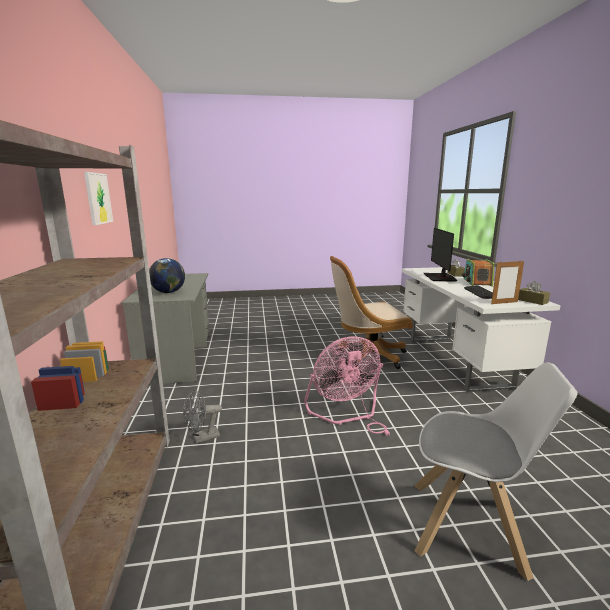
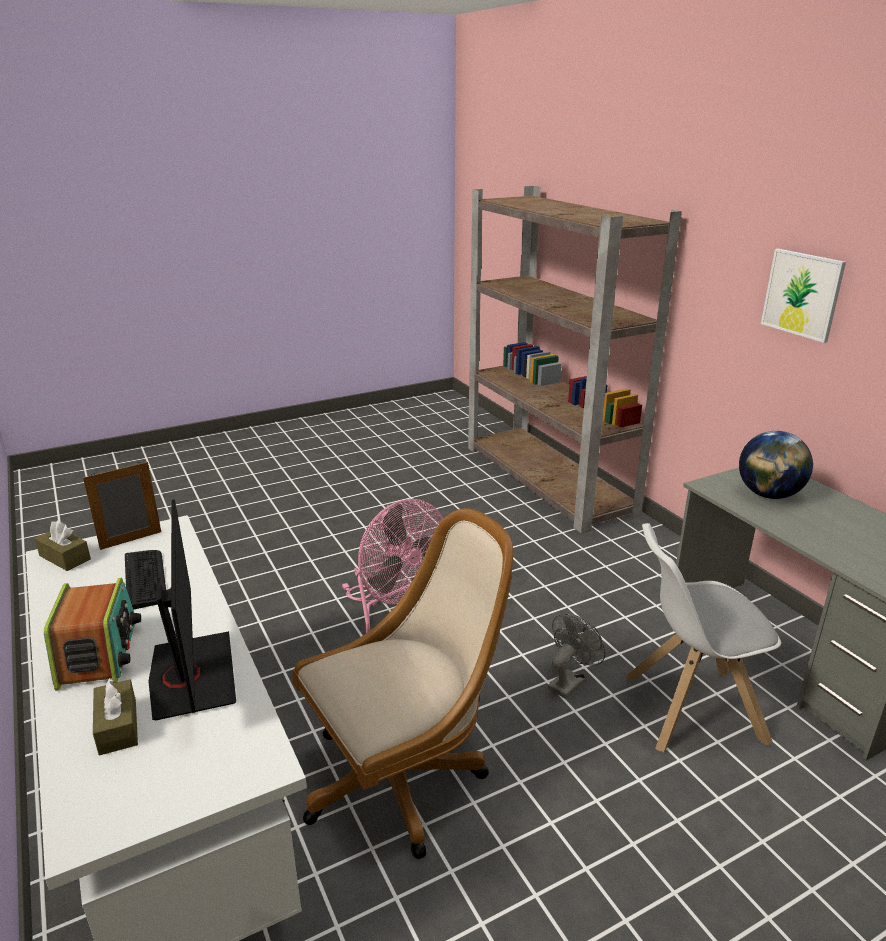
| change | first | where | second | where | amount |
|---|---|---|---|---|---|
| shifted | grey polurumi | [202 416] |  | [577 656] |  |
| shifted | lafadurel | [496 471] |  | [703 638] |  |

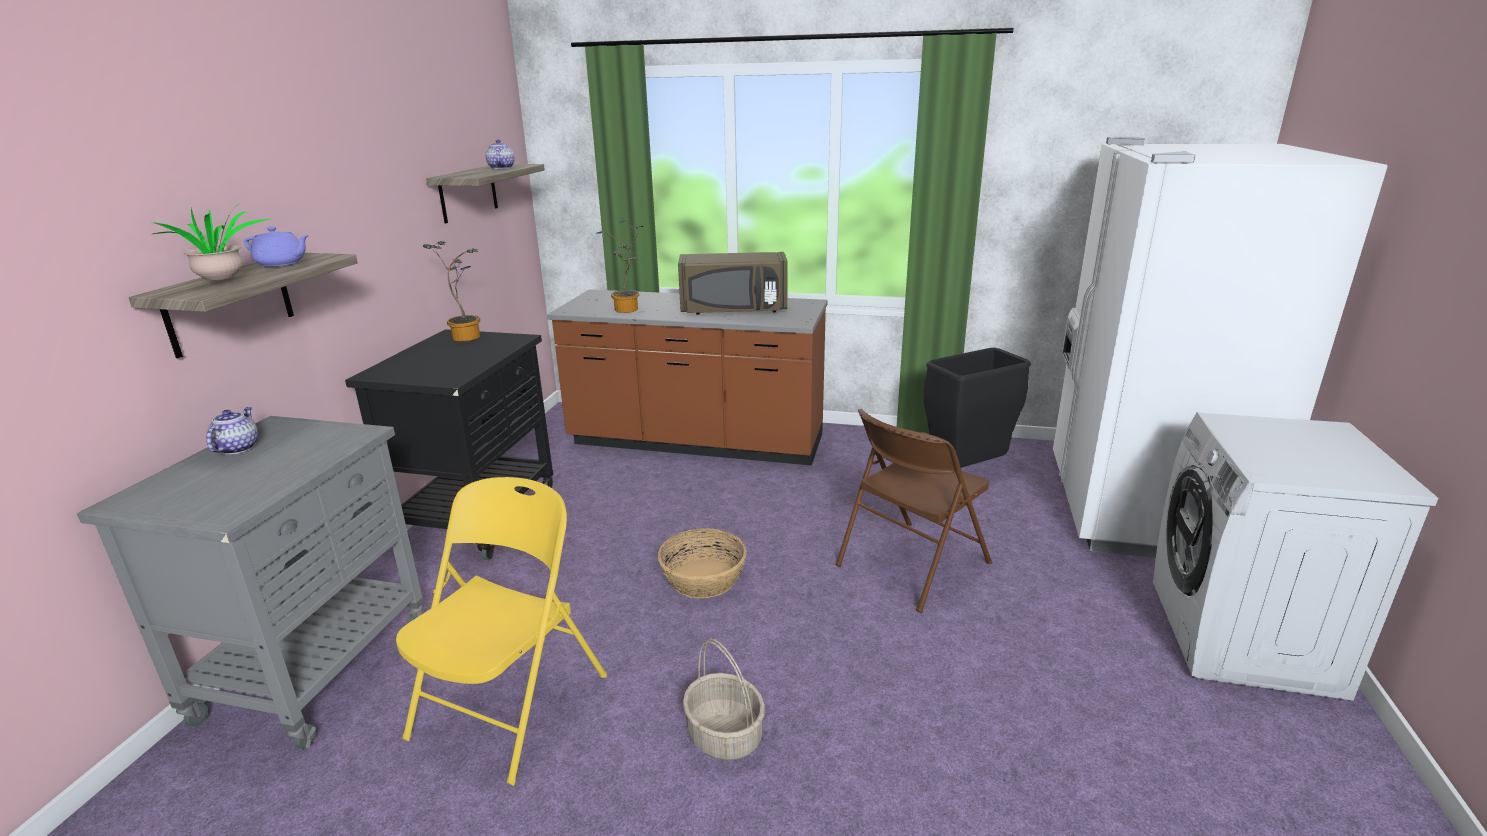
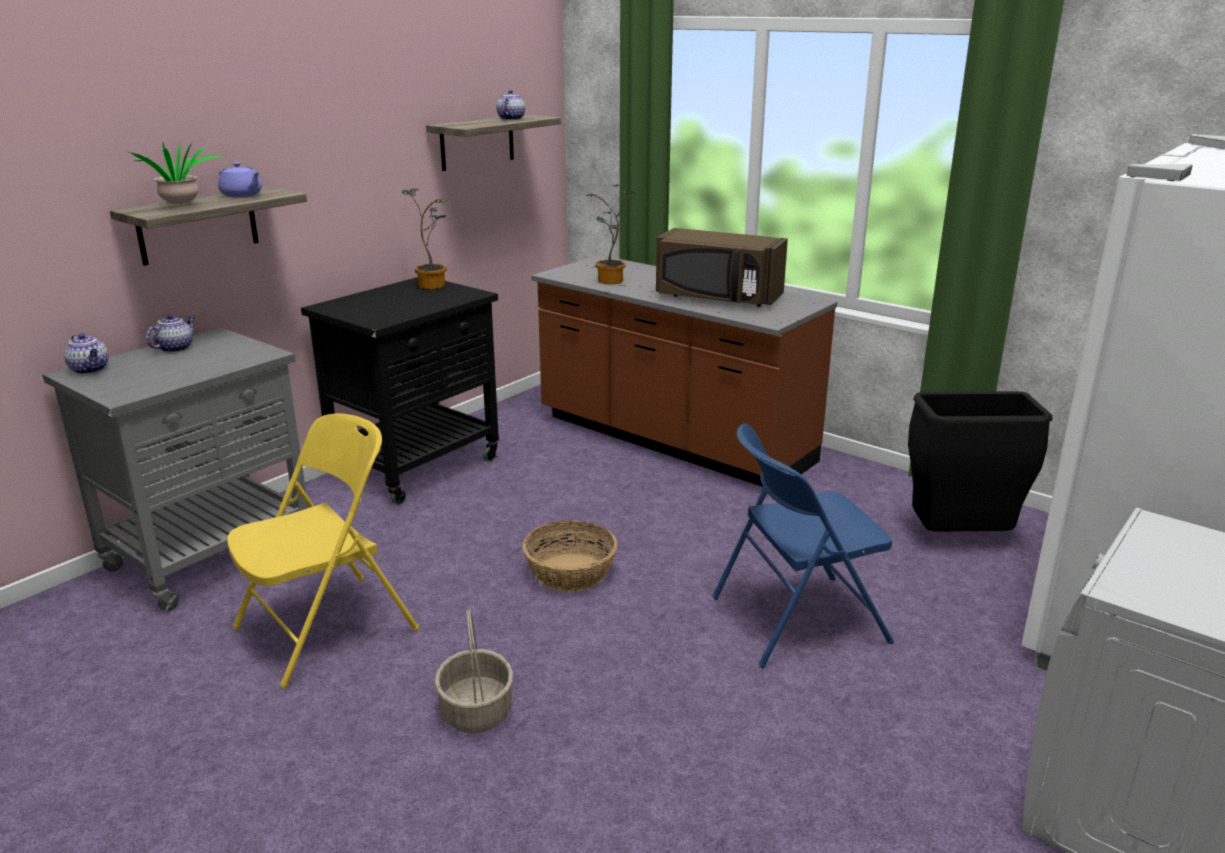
| change | first | where | second | where | amount |
|---|---|---|---|---|---|
| new |  |  | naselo | [86 353] |  |
| repainted | brown lafadurel | [913 511] | blue lafadurel | [803 546] |  |

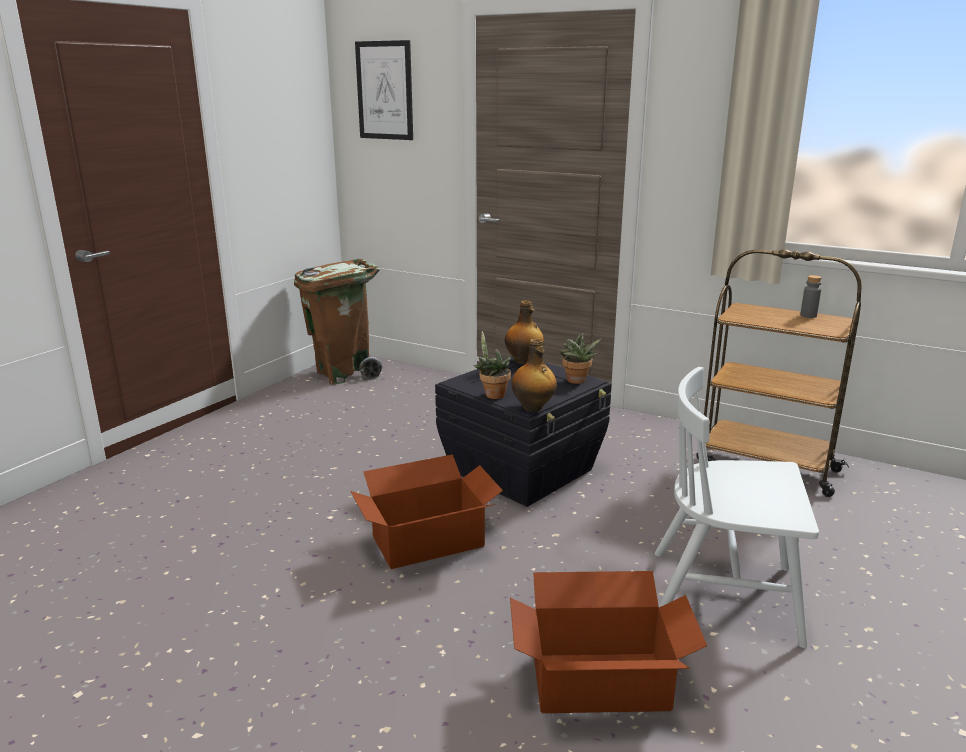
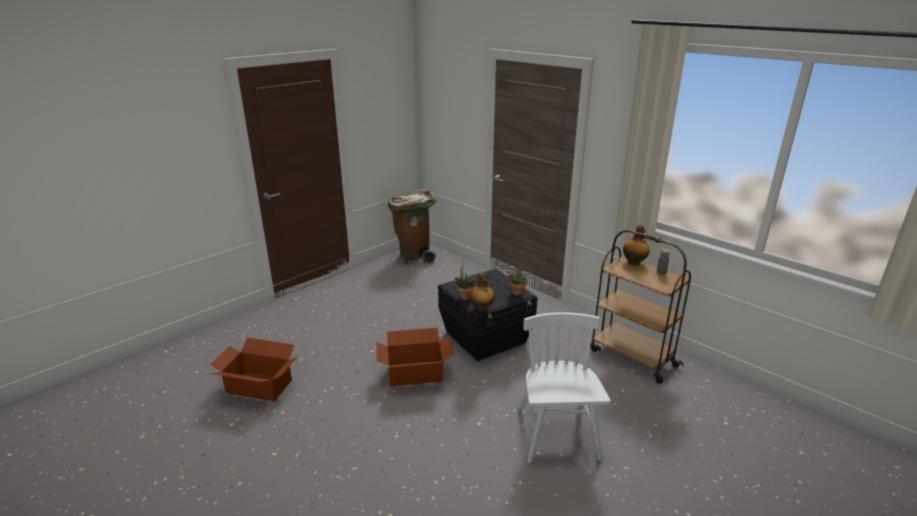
| change | first | where | second | where | amount |
|---|---|---|---|---|---|
| shifted | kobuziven | [608 642] |  | [254 369] |  |
| rotated | white lafadurel | [737 507] |  | [564 387] | 60 degrees clockwise |
| shifted | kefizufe | [524 332] |  | [636 245] |  |
| gone | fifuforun | [384 90] |  |  |  |

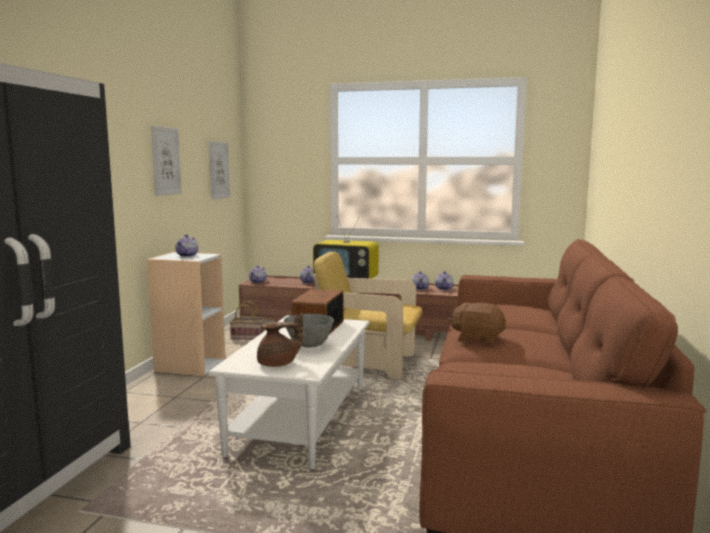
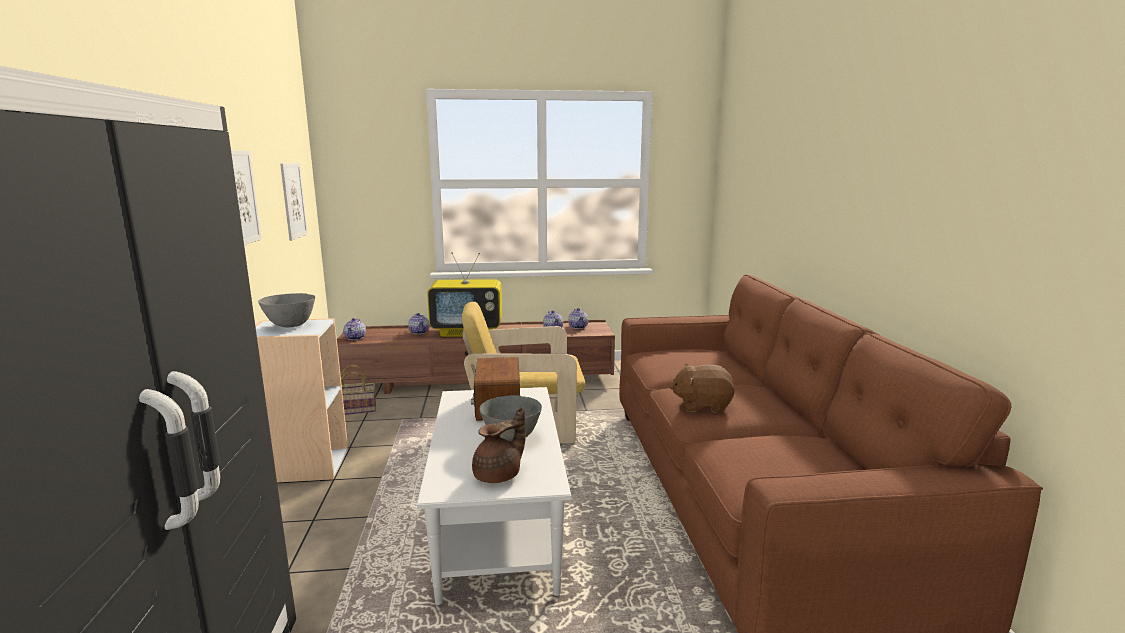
| change | first | where | second | where | amount |
|---|---|---|---|---|---|
| swapped | naselo | [186 245] | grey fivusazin | [286 310] |  |

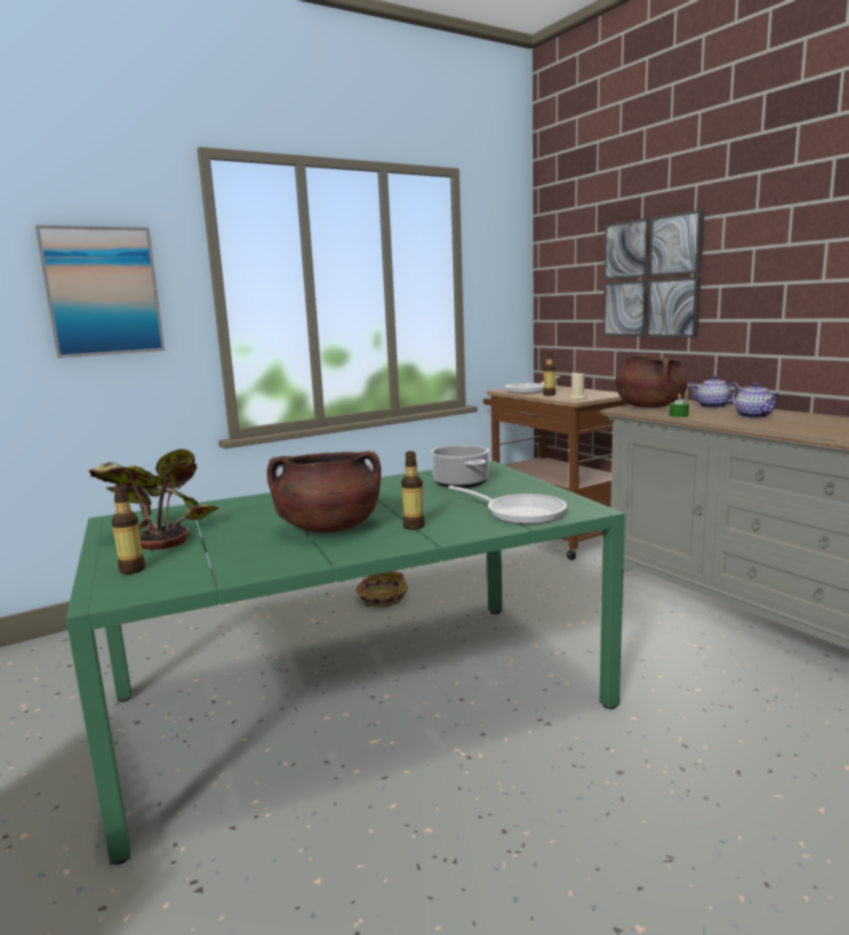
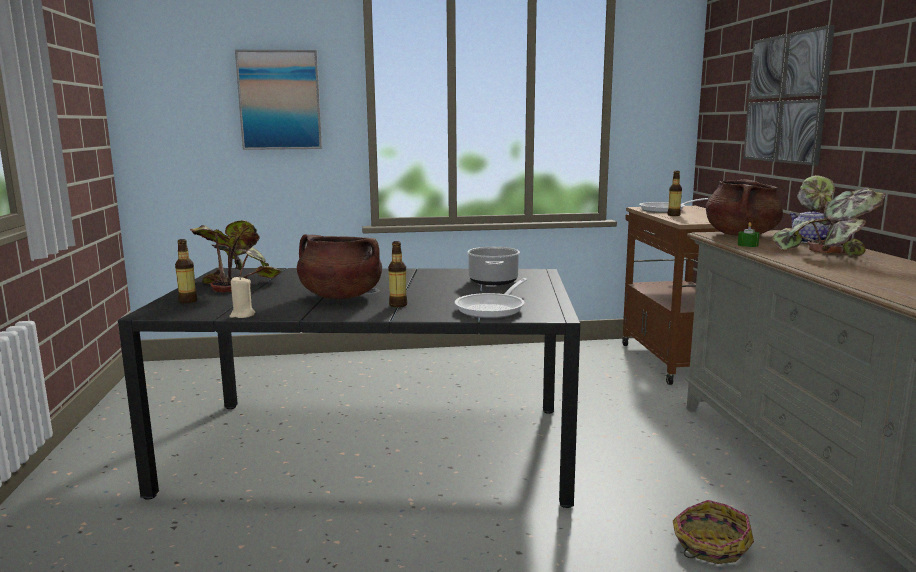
| change | first | where | second | where | amount |
|---|---|---|---|---|---|
| repainted | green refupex | [345 663] | black refupex | [349 388] |  |
| shifted | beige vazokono | [578 386] |  | [242 297] |  |
| rotated | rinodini | [507 504] |  | [491 298] | 60 degrees clockwise |
| shifted | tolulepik | [382 589] |  | [713 532] |  |
| swapped | naselo | [755 400] | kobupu | [829 215] |  |

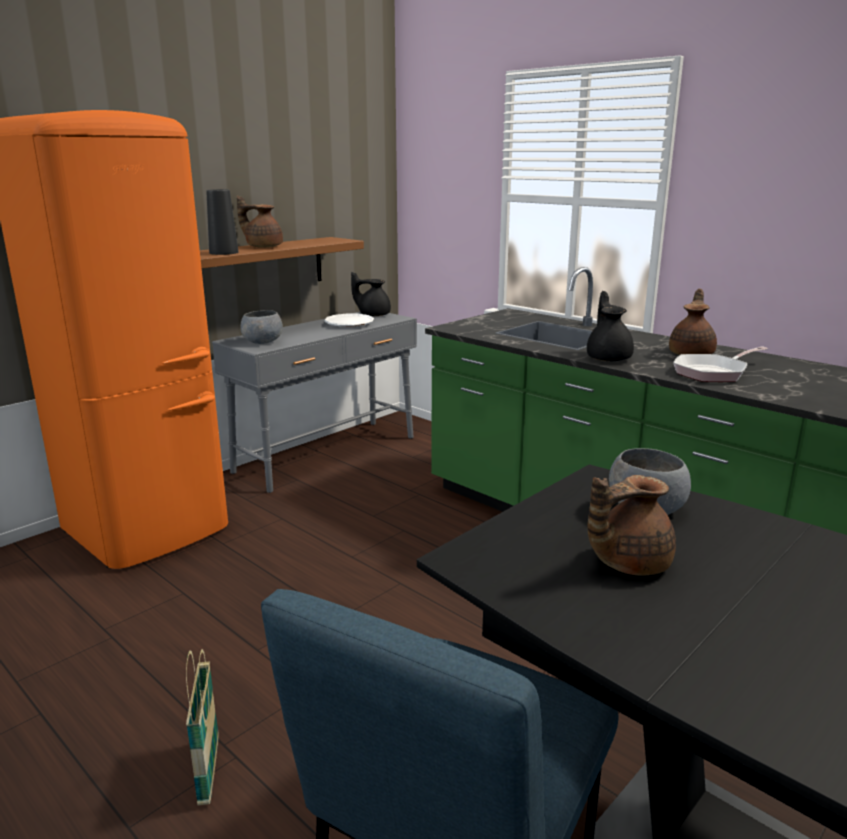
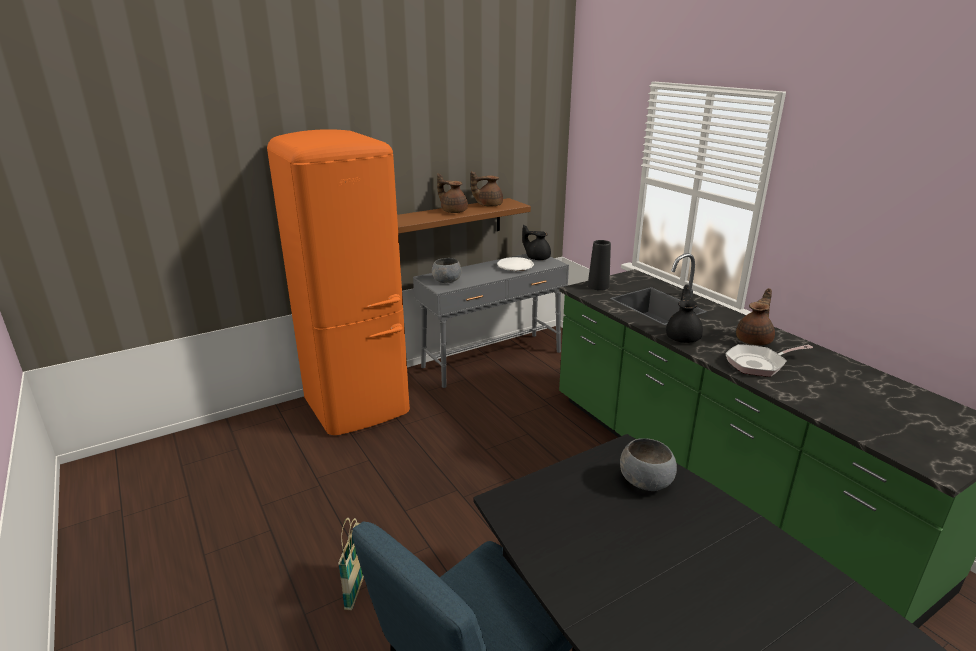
| change | first | where | second | where | amount |
|---|---|---|---|---|---|
| shifted | brown naselo | [632 525] |  | [487 189] |  |
| shifted | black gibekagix | [222 222] |  | [599 265] |  |

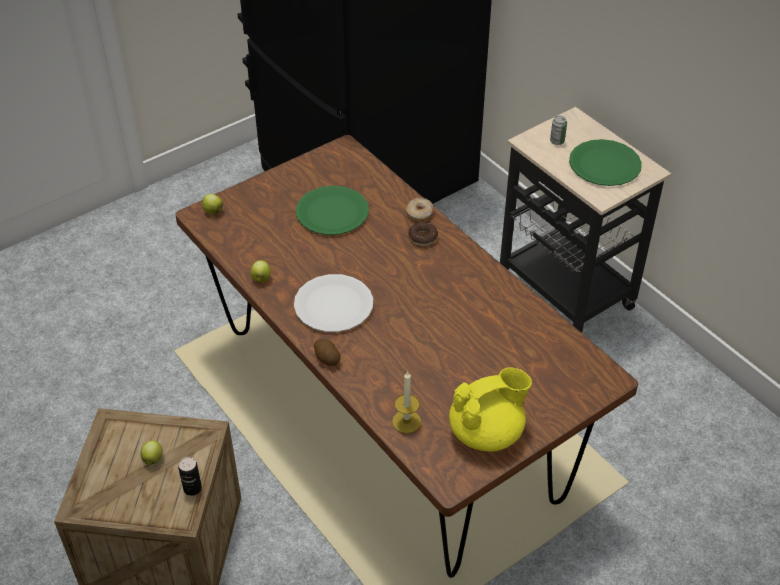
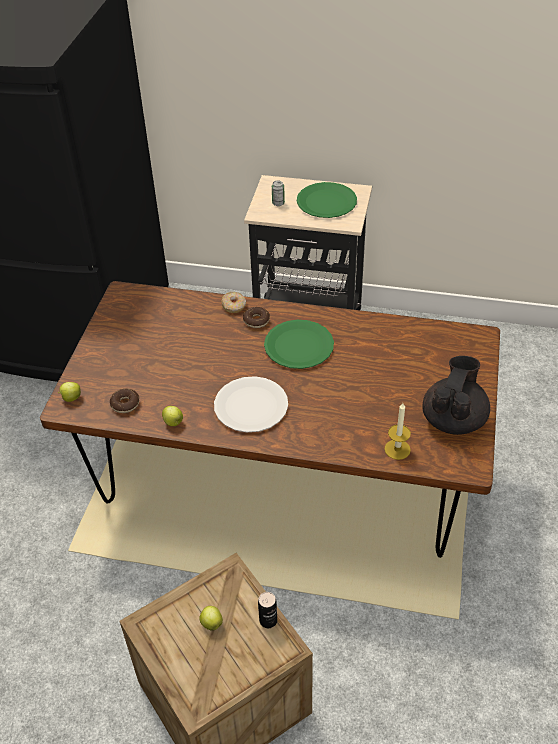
| change | first | where | second | where | amount |
|---|---|---|---|---|---|
| new |  |  | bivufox | [124 401] |  |
| shifted | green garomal | [332 210] |  | [299 344] |  |
| repainted | yellow naselo | [490 409] | black naselo | [456 395] |  |
| gone | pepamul | [327 352] |  |  |  |

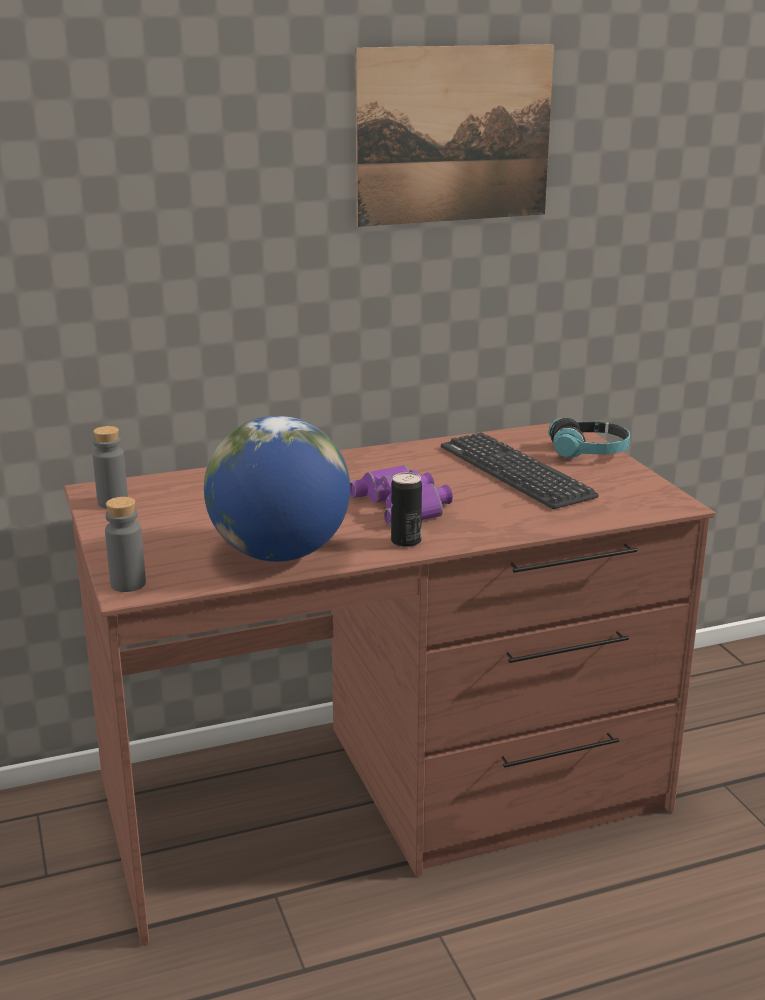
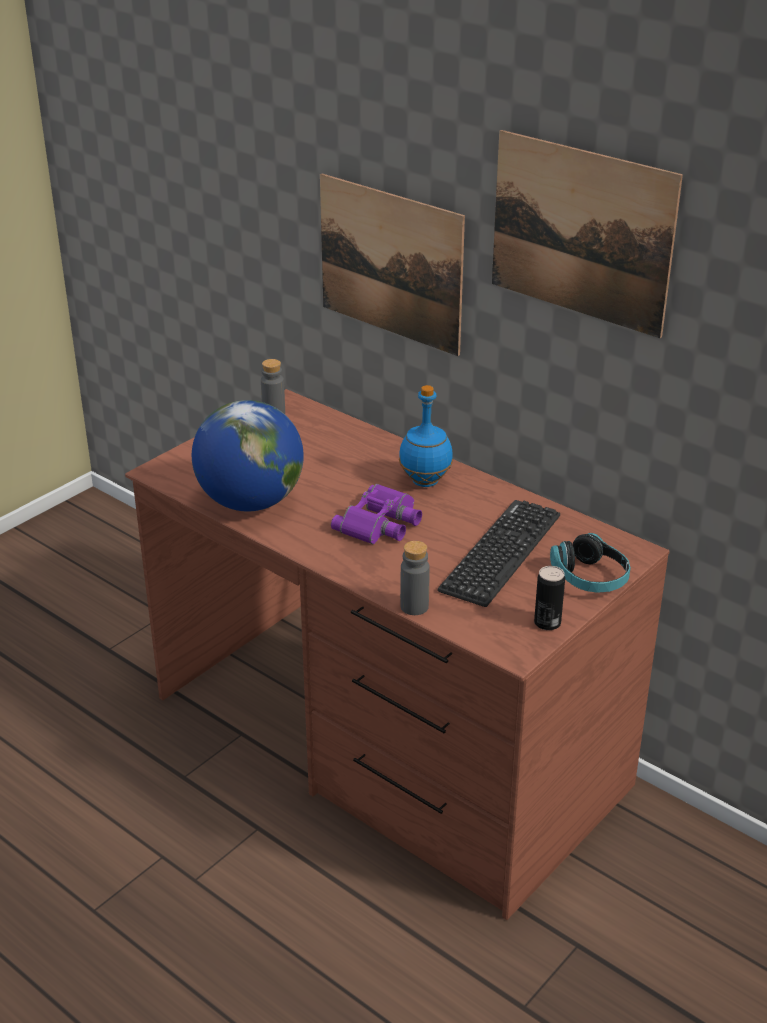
| change | first | where | second | where | amount |
|---|---|---|---|---|---|
| new |  |  | fifuforun | [392 265] |  |
| new |  |  | blue kefizufe | [426 436] |  |
| shifted | grey kefizufe | [125 544] |  | [415 578] |  |
| shifted | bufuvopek | [406 509] |  | [549 598] |  |

